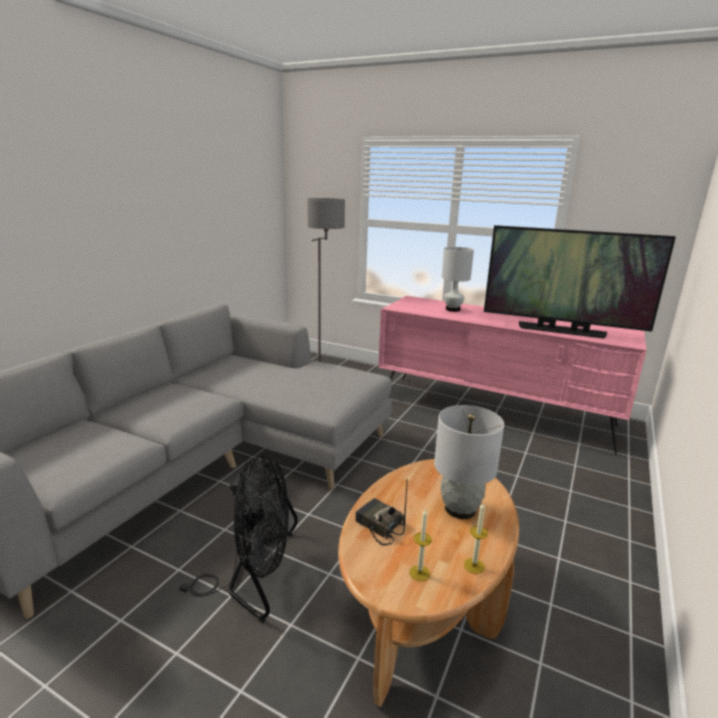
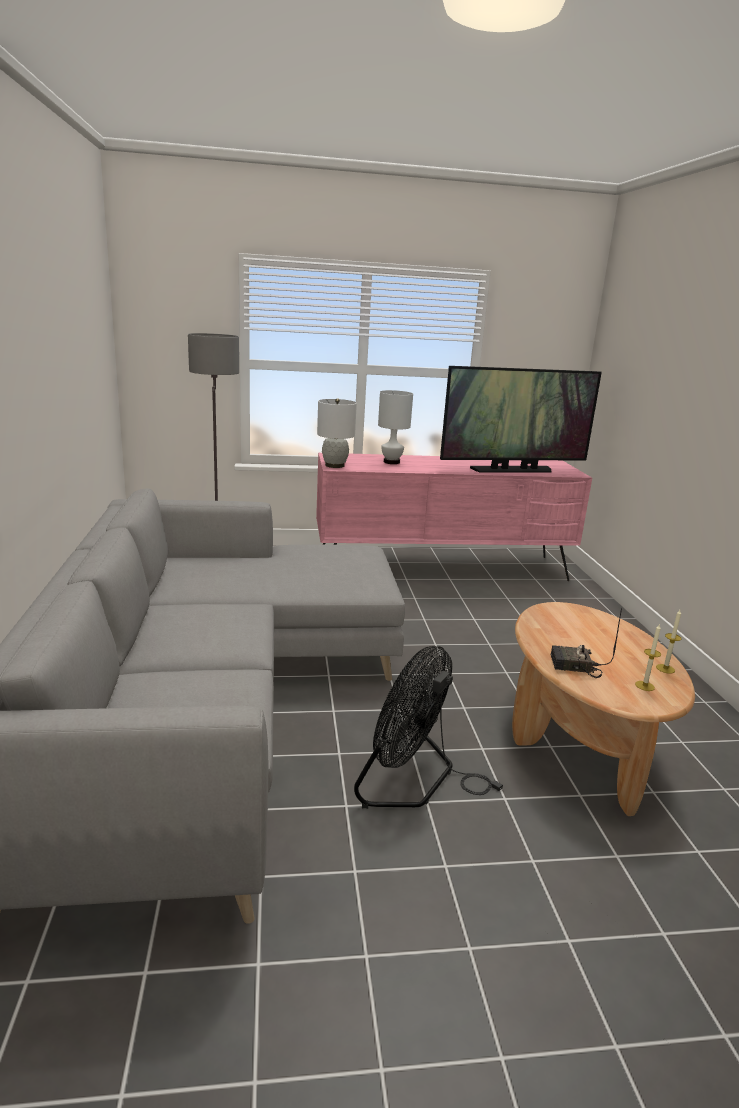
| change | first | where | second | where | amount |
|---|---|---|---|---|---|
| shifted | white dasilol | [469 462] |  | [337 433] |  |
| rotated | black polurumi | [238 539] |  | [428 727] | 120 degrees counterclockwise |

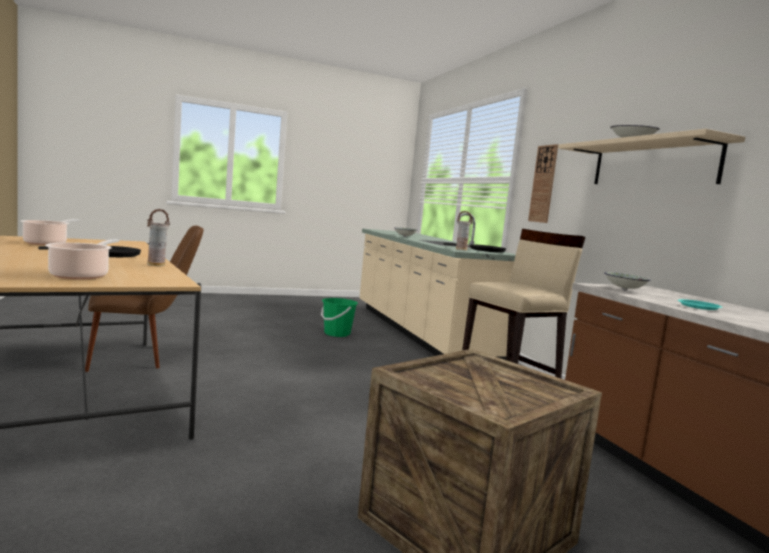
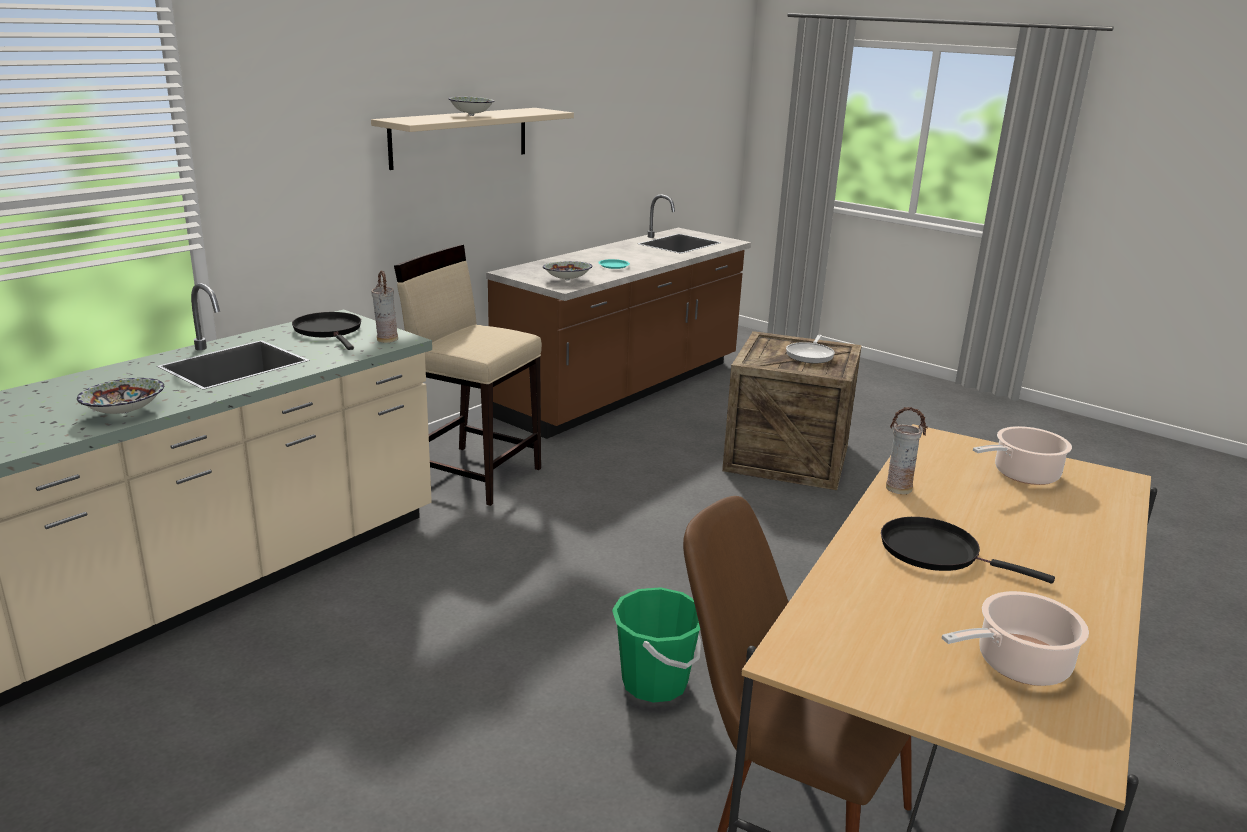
| change | first | where | second | where | amount |
|---|---|---|---|---|---|
| shifted | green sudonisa | [339 317] |  | [656 645] |  |
| new |  |  | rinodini | [810 349] |  |
| gone | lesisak | [543 183] |  |  |  |

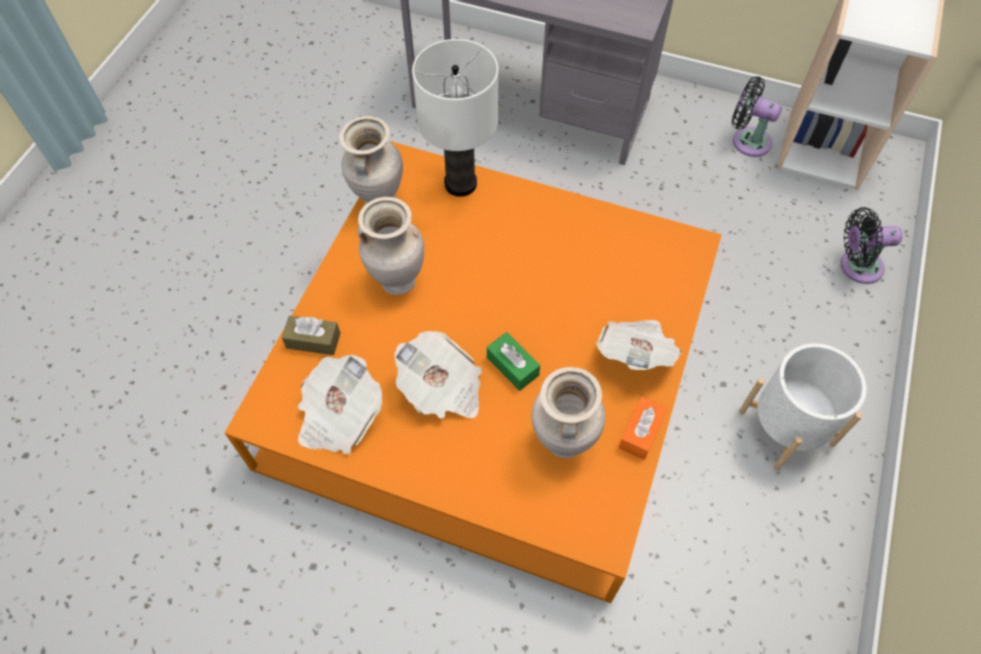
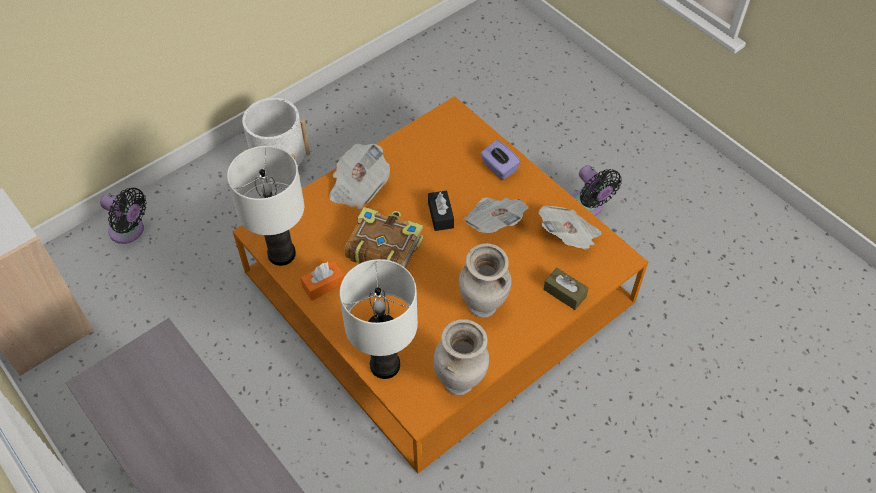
| change | first | where | second | where | amount |
|---|---|---|---|---|---|
| new |  |  | white dasilol | [265 206] |  |
| shifted | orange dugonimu | [643 428] |  | [323 280] |  |
| new |  |  | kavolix | [384 237] |  |
| repainted | green dugonimu | [513 361] | black dugonimu | [441 210] |  |
| new |  |  | purple dugonimu | [501 160] |  |
| shifted | black polurumi | [757 116] |  | [597 190] |  |
| gone | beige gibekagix | [568 412] |  |  |  |

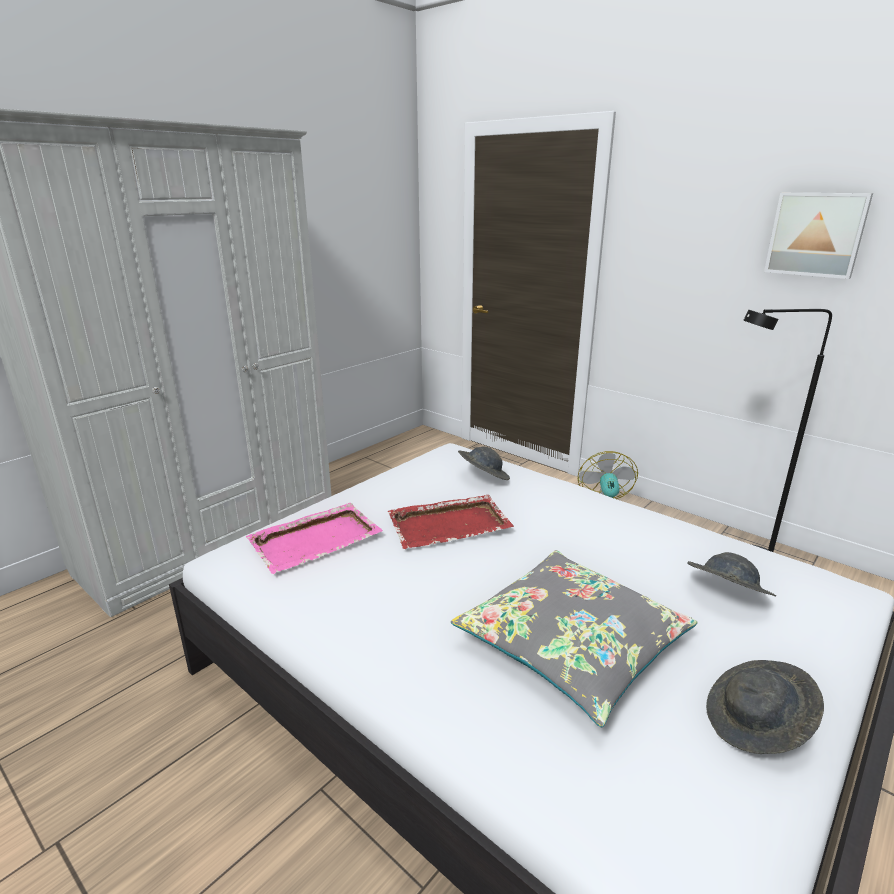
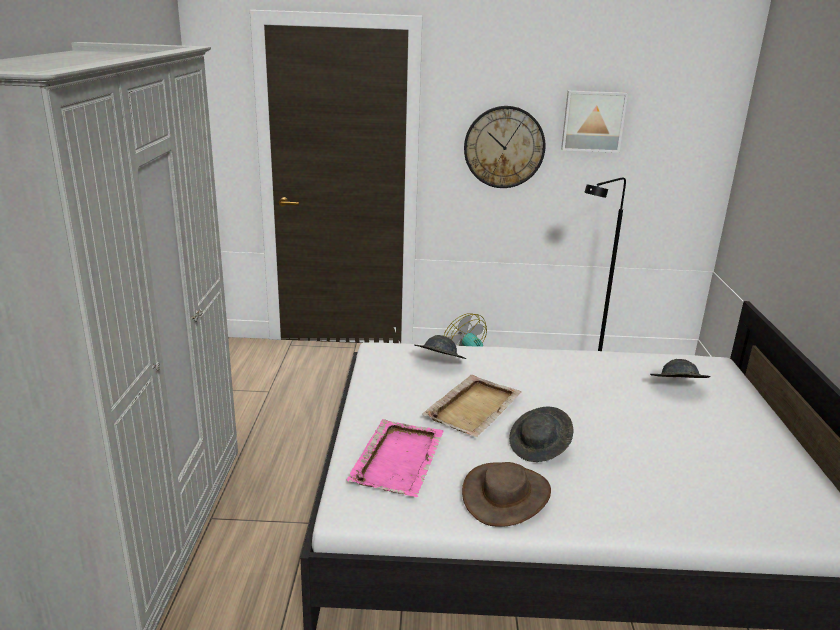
| change | first | where | second | where | amount |
|---|---|---|---|---|---|
| repainted | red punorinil | [451 522] | beige punorinil | [472 406] |  |
| new |  |  | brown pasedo | [506 494] |  |
| new |  |  | lesisak | [504 147] |  |
| shifted | grey pasedo | [765 707] |  | [541 434] |  |
| gone | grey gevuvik | [574 638] |  |  |  |

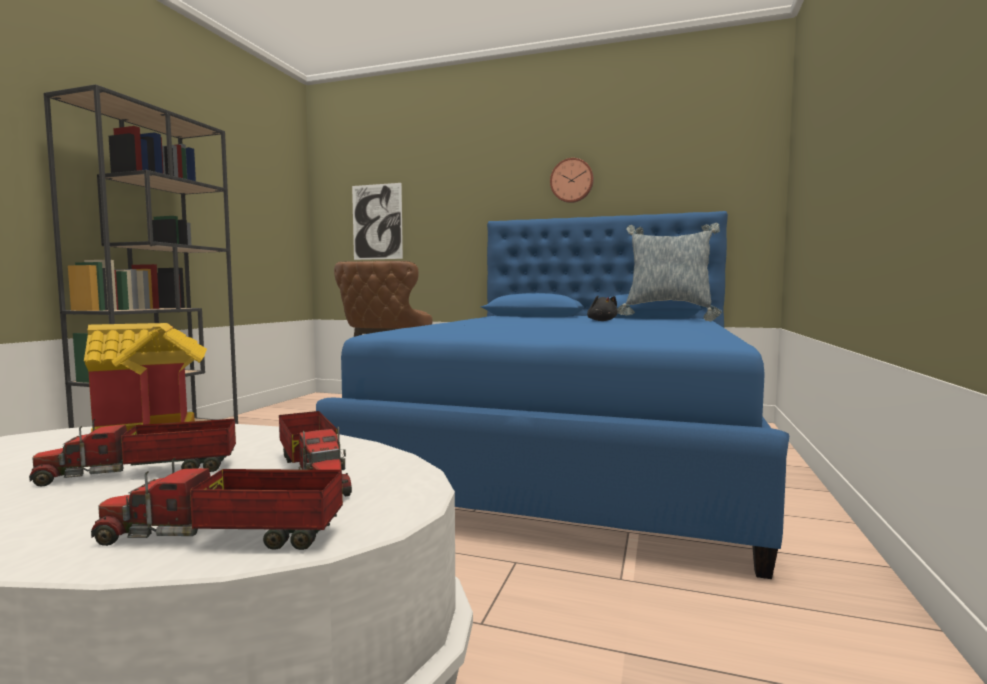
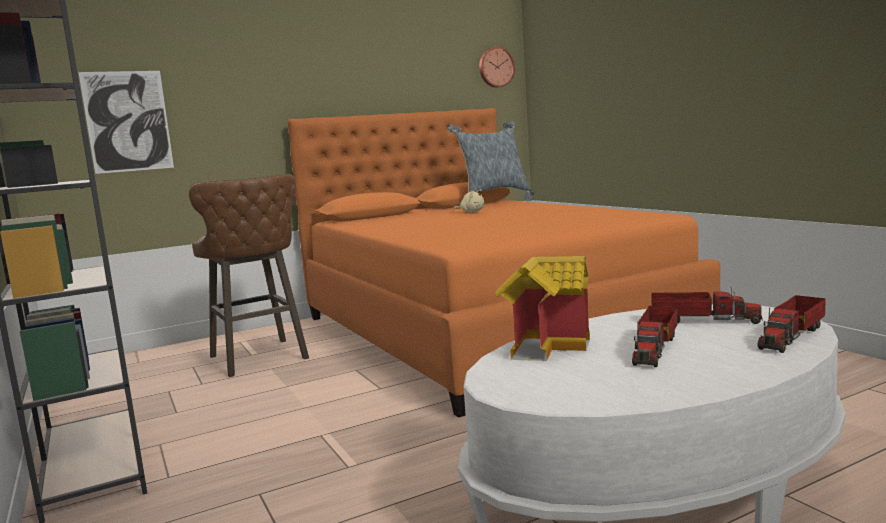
| change | first | where | second | where | amount |
|---|---|---|---|---|---|
| repainted | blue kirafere | [552 395] | orange kirafere | [504 263] |  |
| repainted | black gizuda | [602 308] | beige gizuda | [469 200] |  |
| shifted | lesisak | [572 180] |  | [497 67] |  |

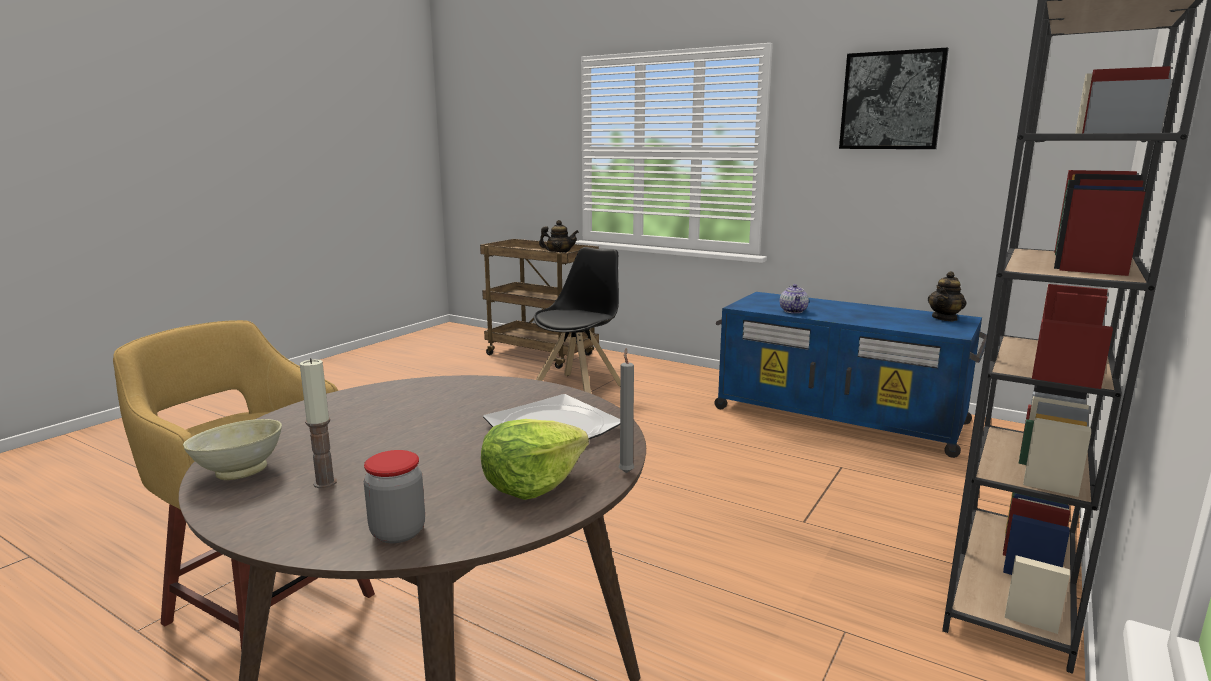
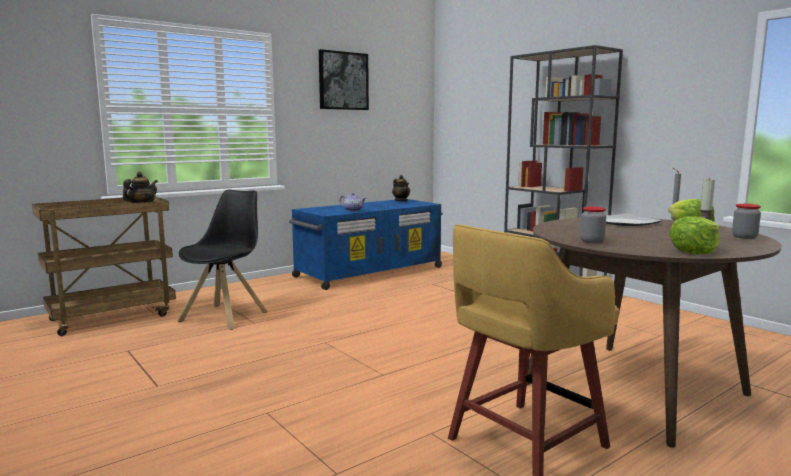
| change | first | where | second | where | amount |
|---|---|---|---|---|---|
| rotated | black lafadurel | [577 320] |  | [222 260] | 60 degrees clockwise |
| new |  |  | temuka | [593 225] |  |
| swapped | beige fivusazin | [232 449] | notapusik | [694 235] |  |

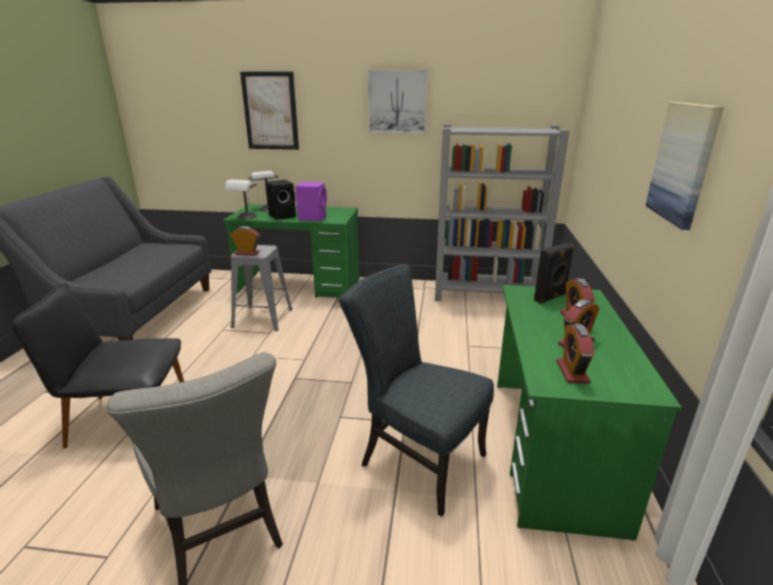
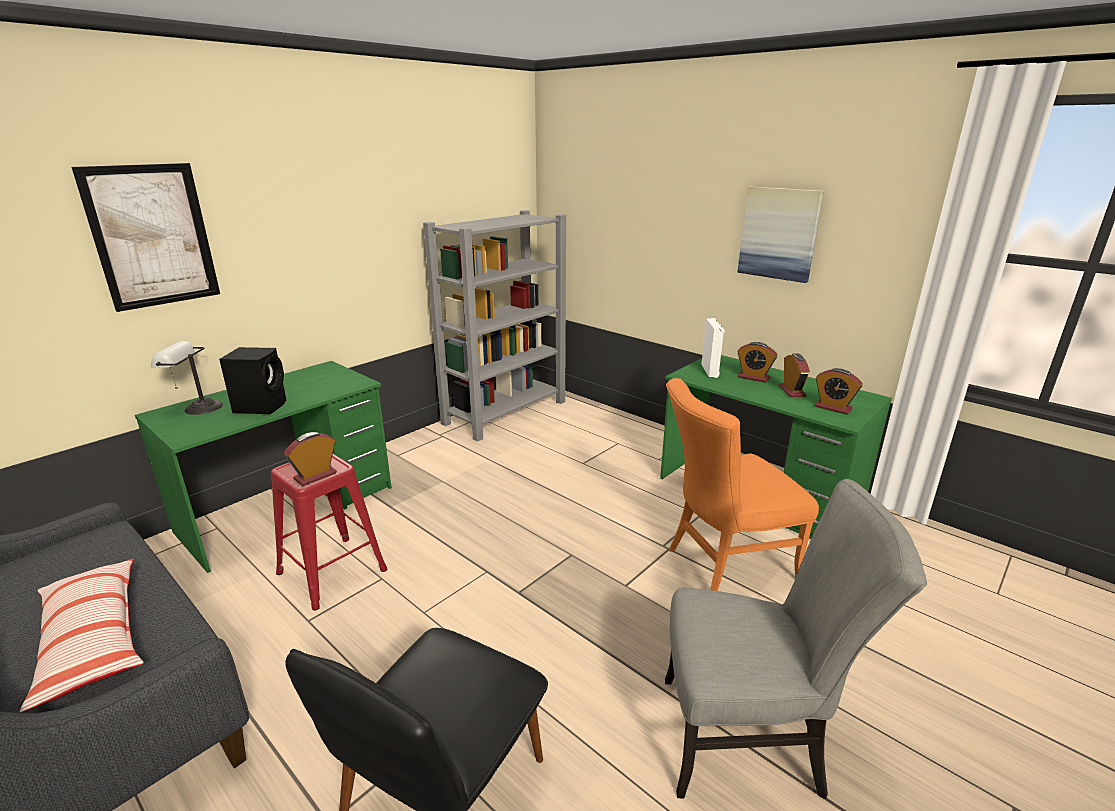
| change | first | where | second | where | amount |
|---|---|---|---|---|---|
| new |  |  | gevuvik | [82 636] |  |
| repainted | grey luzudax | [261 288] | red luzudax | [329 532] |  |
| repainted | grey lafadurel | [416 390] | orange lafadurel | [742 484] |  |
| repainted | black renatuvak | [554 273] | white renatuvak | [713 348] |  |
| gone | dasilol | [241 199] |  |  |  |
| gone | purple renatuvak | [311 201] |  |  |  |
| gone | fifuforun | [398 101] |  |  |  |

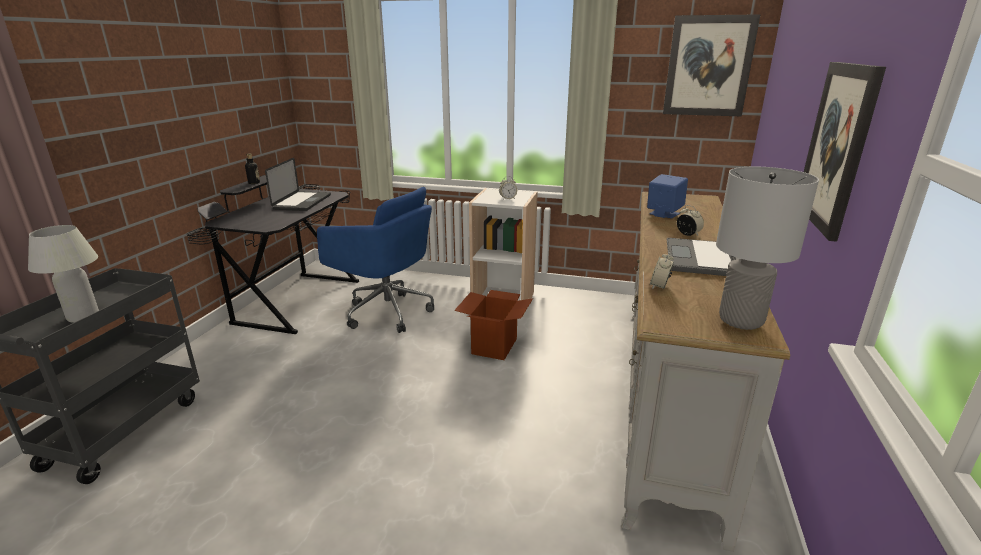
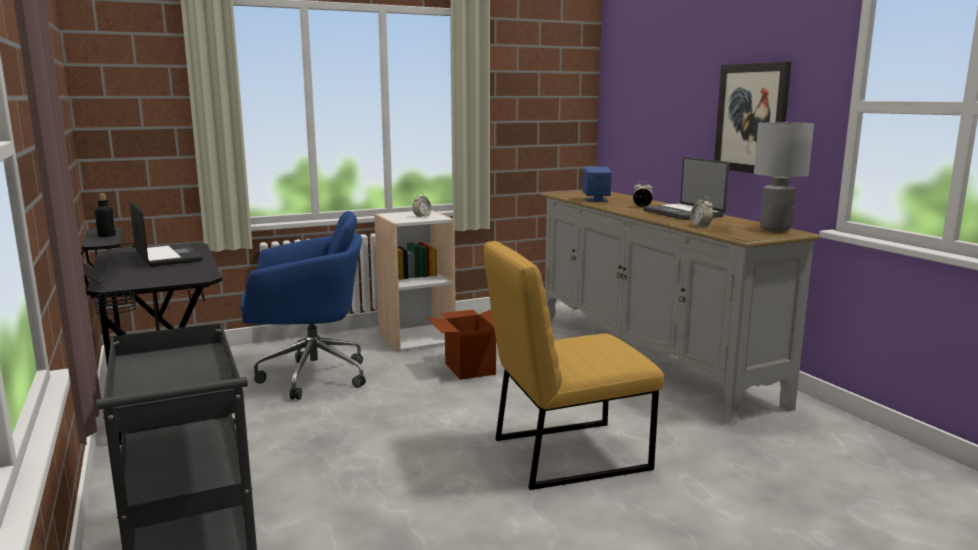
| change | first | where | second | where | amount |
|---|---|---|---|---|---|
| new |  |  | yellow lafadurel | [574 365] |  |
| gone | white dasilol | [63 274] |  |  |  |
| gone | fifuforun | [712 65] |  |  |  |

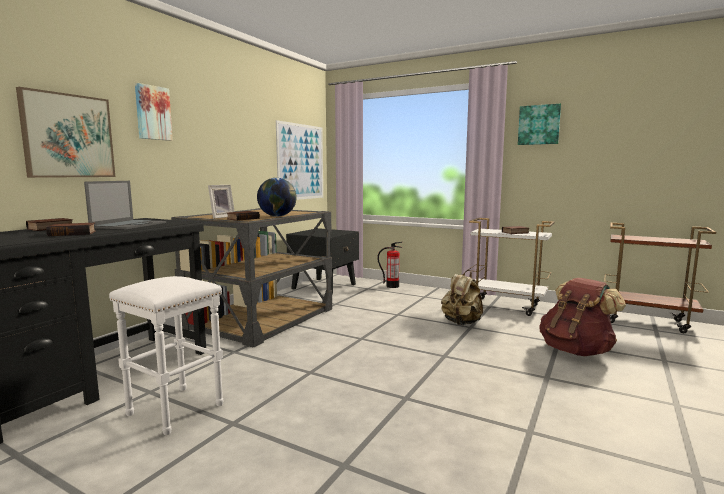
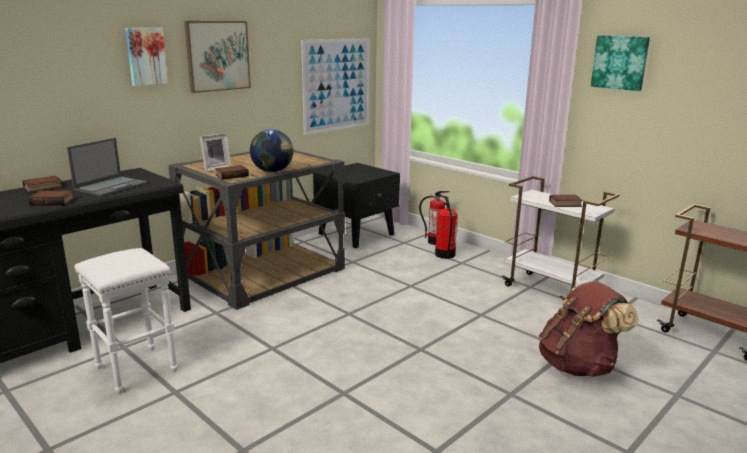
| change | first | where | second | where | amount |
|---|---|---|---|---|---|
| shifted | fifuforun | [65 132] |  | [217 57] |  |
| new |  |  | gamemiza | [446 227] |  |
| gone | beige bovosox | [462 297] |  |  |  |

